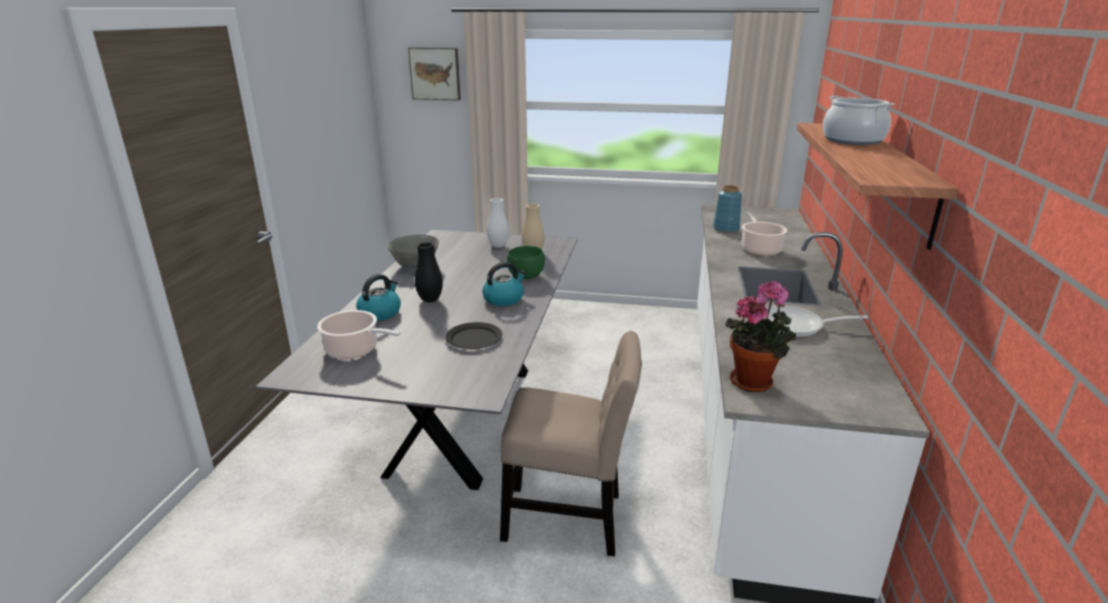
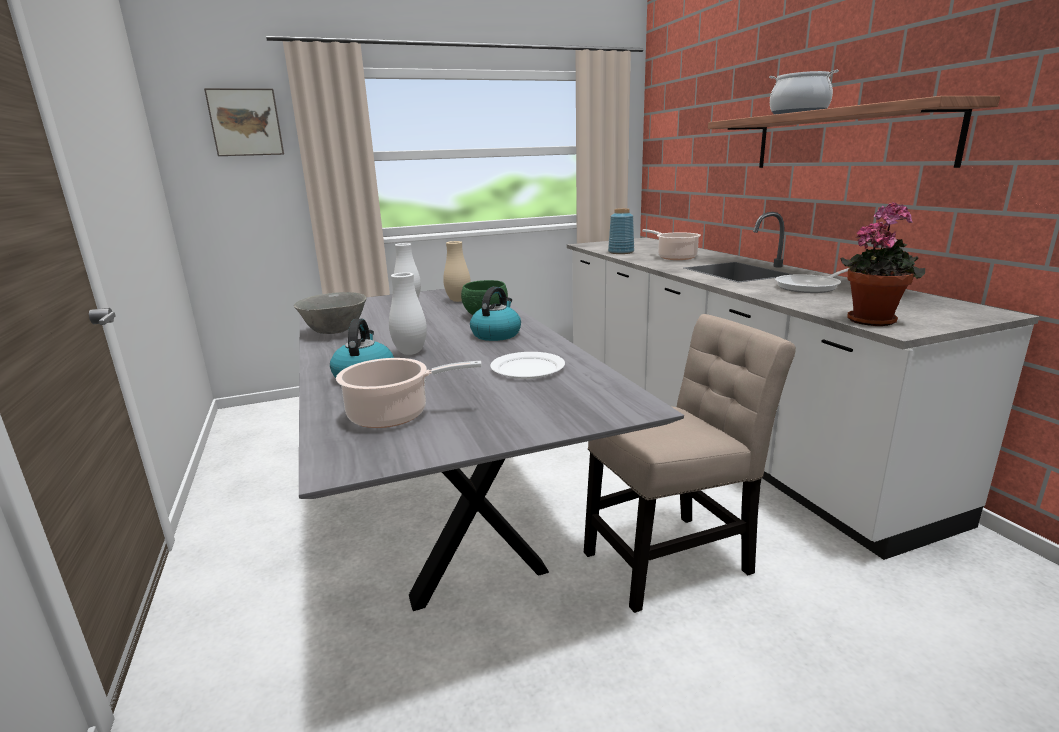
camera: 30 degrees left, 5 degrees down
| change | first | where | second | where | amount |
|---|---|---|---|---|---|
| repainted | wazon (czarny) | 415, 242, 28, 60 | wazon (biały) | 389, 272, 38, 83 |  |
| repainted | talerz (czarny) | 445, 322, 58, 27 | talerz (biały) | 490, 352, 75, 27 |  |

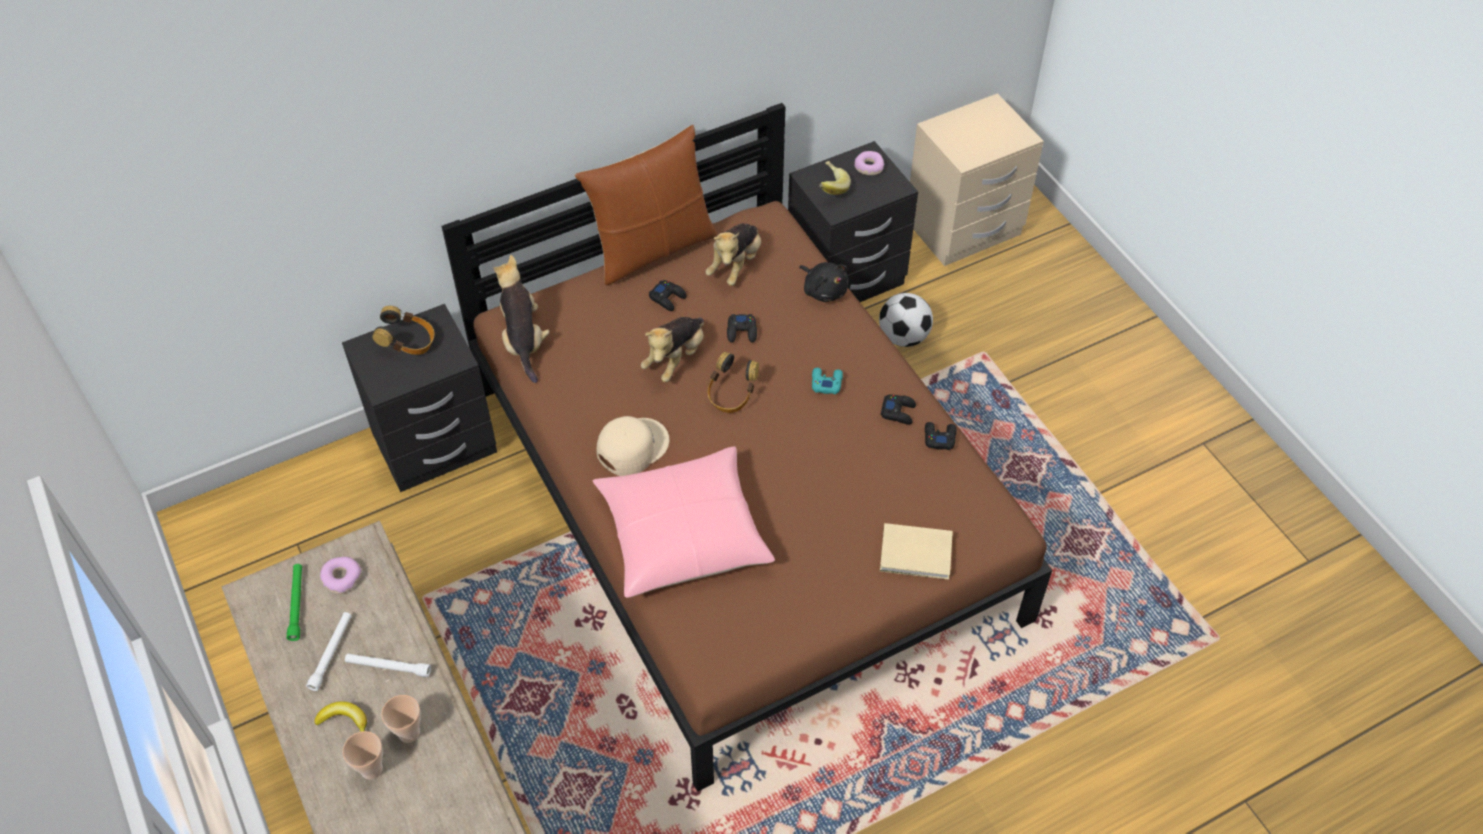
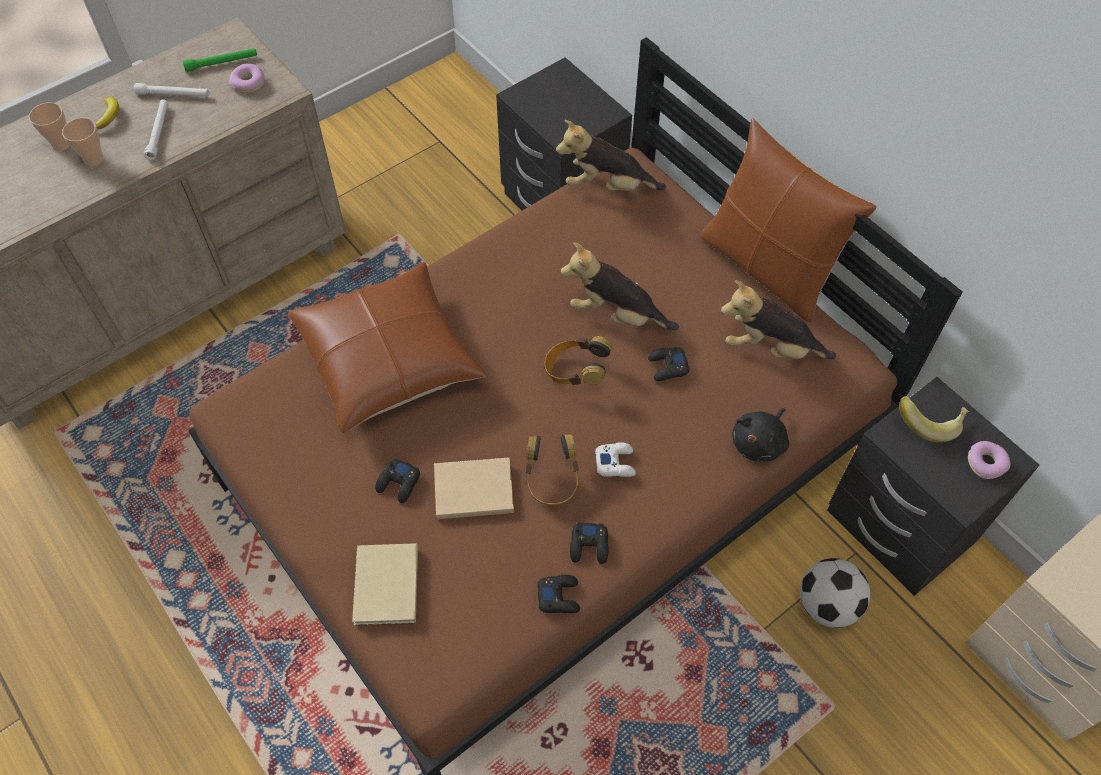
camera: 80 degrees right, 5 degrees up
| change | first | where | second | where | amount |
|---|---|---|---|---|---|
| repainted | poduszka (różowy) | 592, 446, 183, 152 | poduszka (brązowy) | 288, 262, 198, 171 |  |
| shifted | pad do gier (czarny) | 649, 280, 37, 31 |  | 375, 458, 45, 45 |  |
| new |  |  | książka (beżowy) | 434, 457, 80, 62 |  |
| shifted | słuchawki | 372, 306, 63, 49 |  | 526, 434, 53, 71 |  |
| rotated | pluszak | 493, 255, 57, 128 |  | 556, 120, 110, 71 | 150 degrees counterclockwise |
| repainted | pad do gier (turkusowy) | 812, 368, 31, 26 | pad do gier (biały) | 595, 443, 41, 34 |  |
| gone | czapka z daszkiem (beżowy) | 596, 416, 73, 60 |  |  |  |

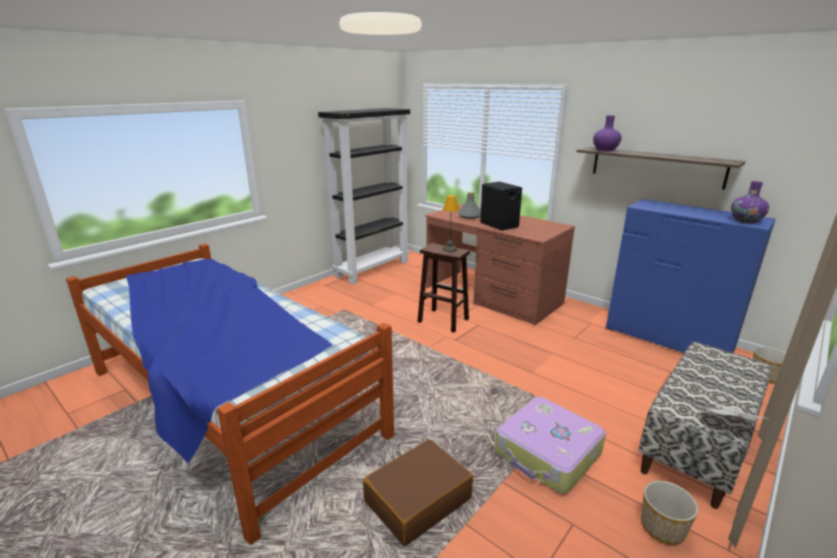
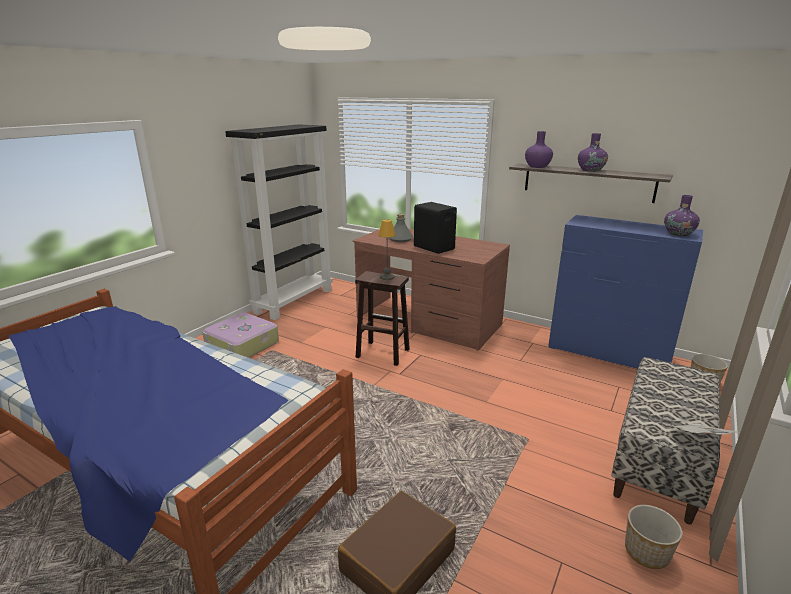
camera: 10 degrees left, 0 degrees up
| change | first | where | second | where | amount |
|---|---|---|---|---|---|
| shifted | walizka | 495, 397, 111, 97 |  | 202, 313, 77, 45 |  |
| new |  |  | wazon (fioletowy) | 578, 133, 30, 39 |  |

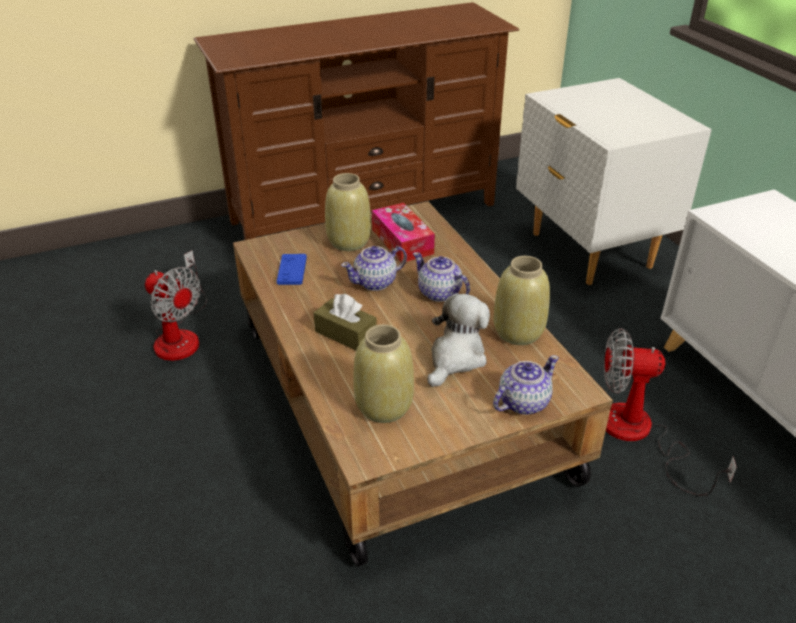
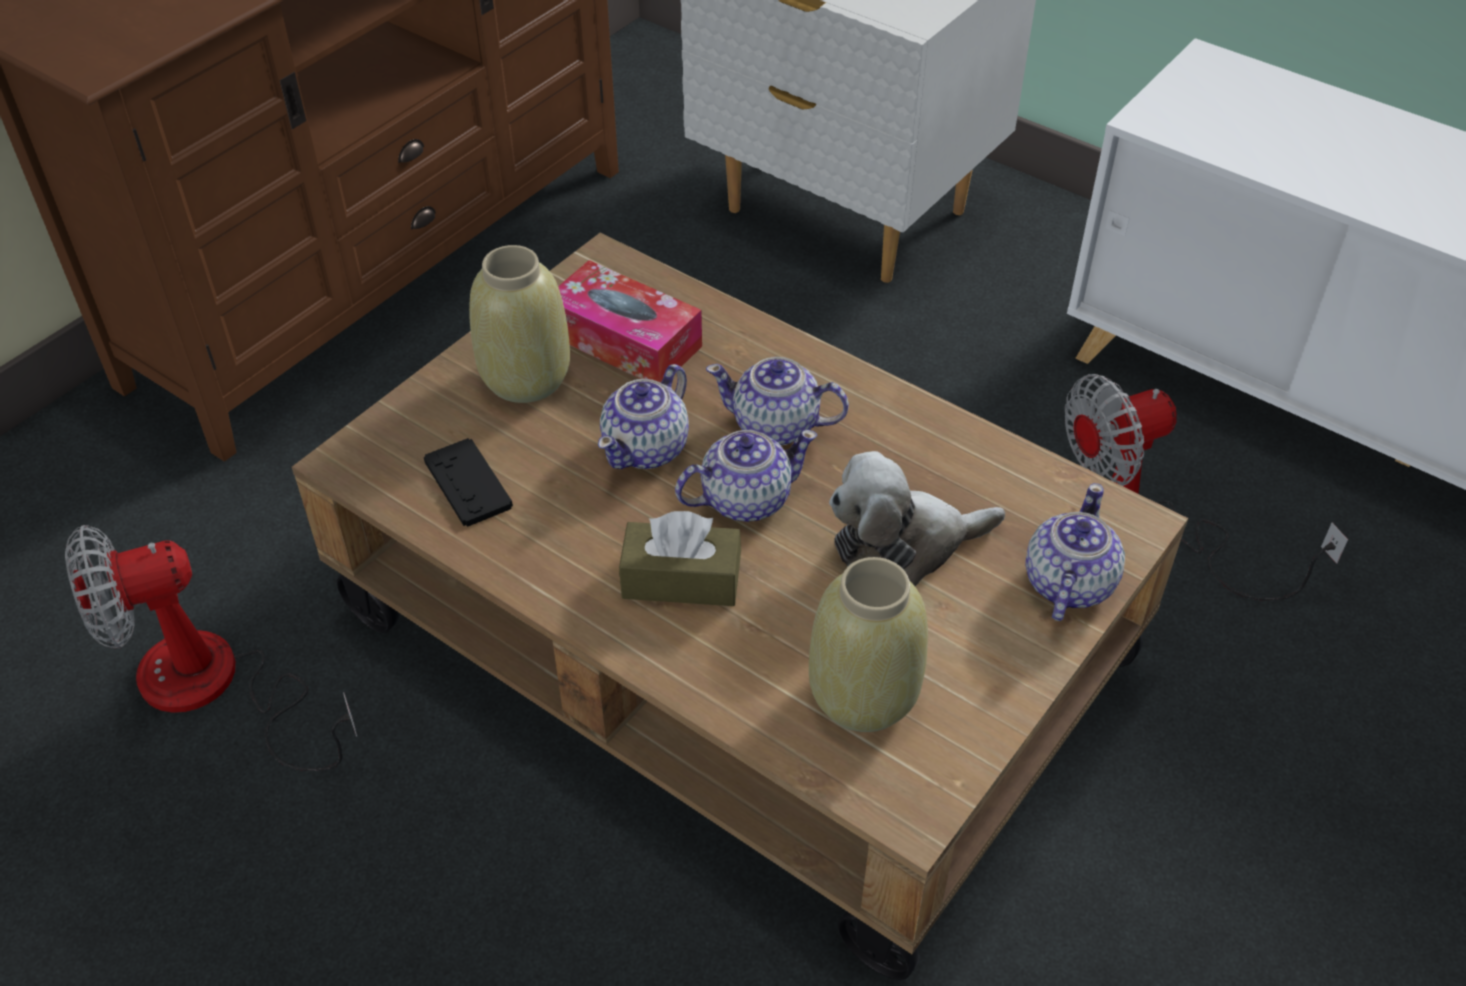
camera: 30 degrees left, 10 degrees up
| change | first | where | second | where | amount |
|---|---|---|---|---|---|
| rotated | wentylator | 145, 251, 62, 110 |  | 65, 525, 292, 246 | 150 degrees clockwise |
| repainted | pad do gier (niebieski) | 277, 254, 30, 31 | pad do gier (czarny) | 424, 438, 89, 89 |  |
| new |  |  | imbryk | 675, 430, 142, 92 |  |
| rotated | pluszak | 428, 293, 62, 94 |  | 829, 451, 176, 135 | 105 degrees counterclockwise |
| gone | wazon (beżowy) | 494, 256, 56, 89 |  |  |  |

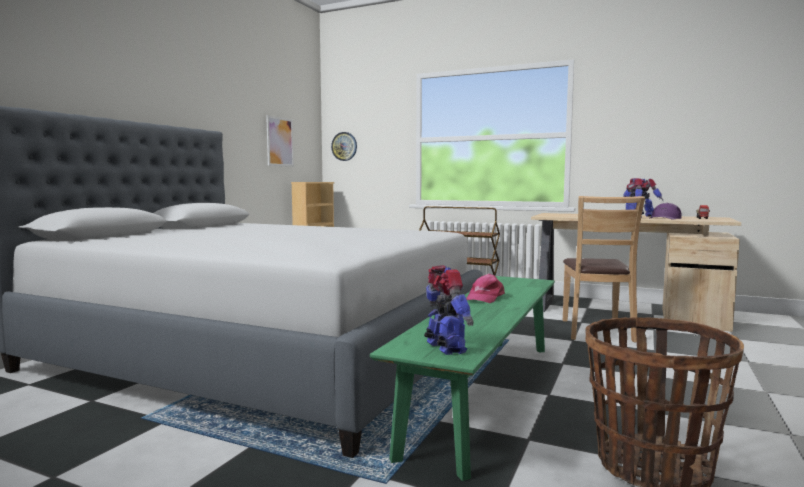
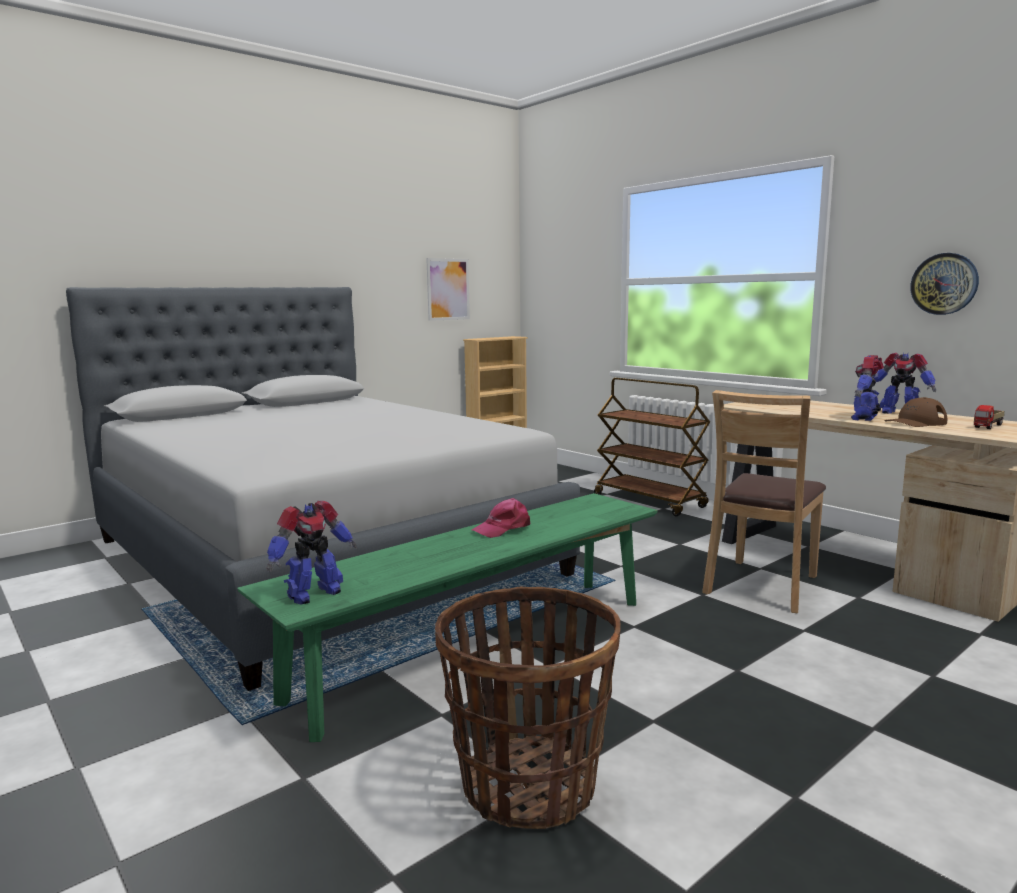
camera: 25 degrees right, 5 degrees up
| change | first | where | second | where | amount |
|---|---|---|---|---|---|
| rotated | robot zabawkowy | 424, 266, 50, 89 |  | 267, 501, 90, 104 | 45 degrees clockwise |
| repainted | czapka z daszkiem (fioletowy) | 650, 203, 32, 17 | czapka z daszkiem (brązowy) | 884, 397, 63, 30 |  |
| shifted | zegar ścienny | 331, 132, 26, 29 |  | 910, 253, 69, 62 |  |

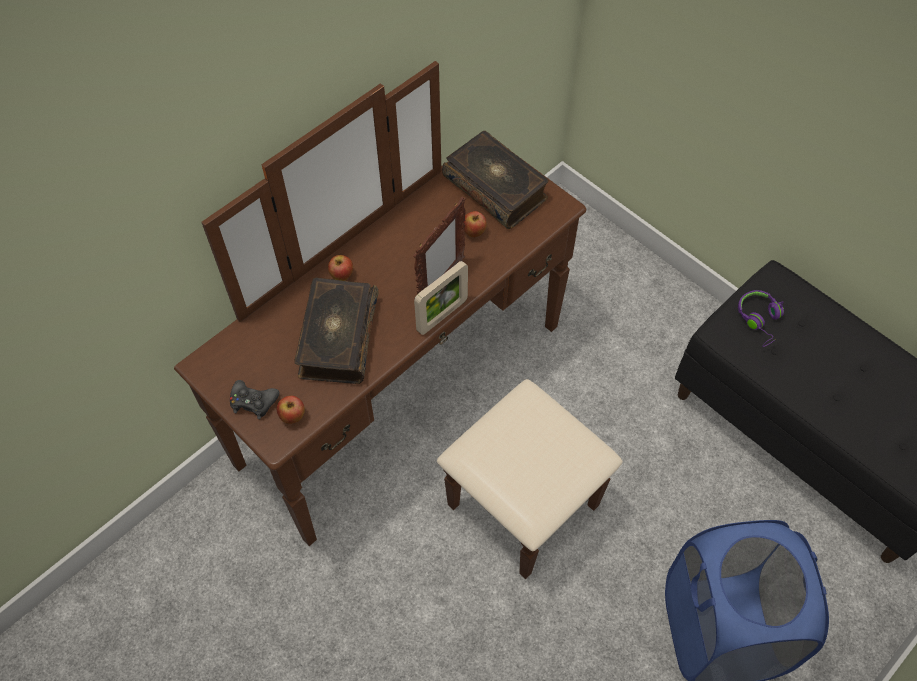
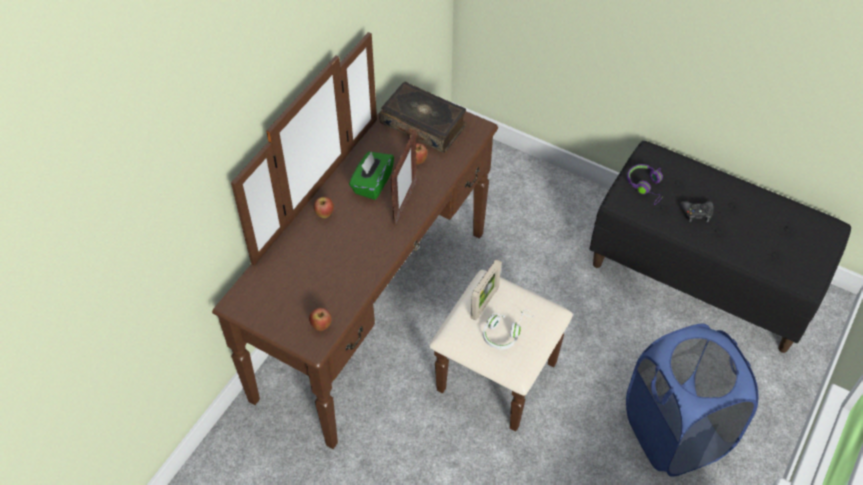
camera: 15 degrees left, 5 degrees down
| change | first | where | second | where | amount |
|---|---|---|---|---|---|
| new |  |  | pudełko chusteczek (zielony) | 349, 152, 45, 48 |  |
| shifted | ramka na zdjęcie | 414, 261, 54, 74 |  | 471, 259, 30, 62 |  |
| new |  |  | słuchawki (biały) | 483, 310, 51, 40 |  |
| shifted | pad do gier (czarny) | 230, 380, 50, 39 |  | 680, 201, 34, 21 |  |
| gone | książka | 294, 277, 85, 107 |  |  |  |

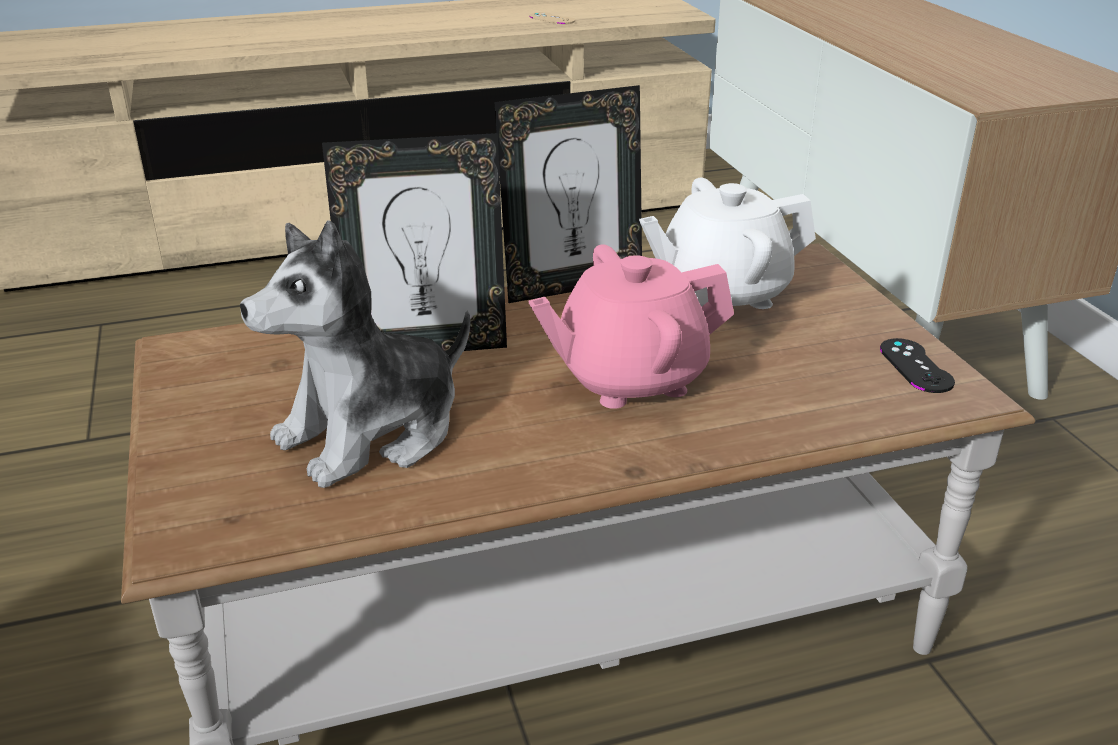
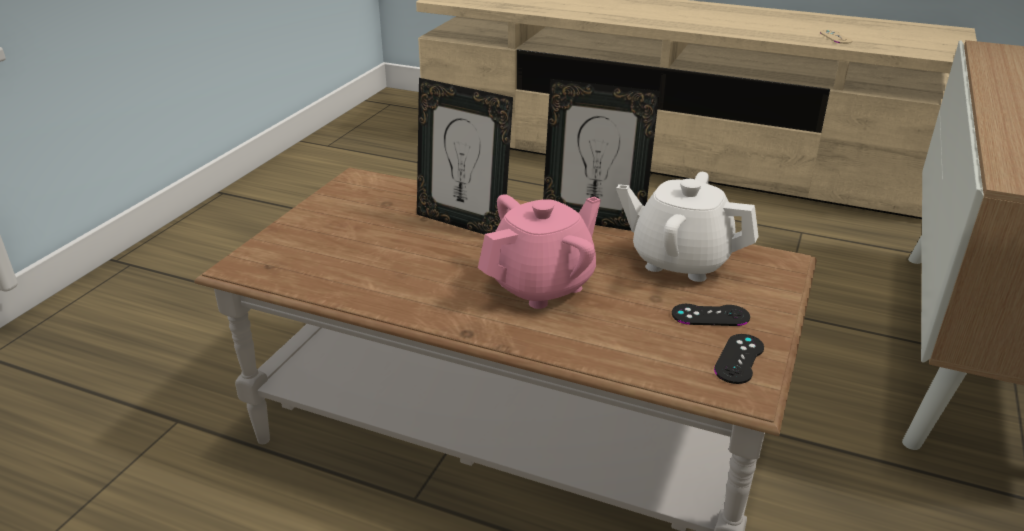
camera: 40 degrees right, 0 degrees up
| change | first | where | second | where | amount |
|---|---|---|---|---|---|
| rotated | imbryk (różowy) | 529, 244, 205, 165 |  | 478, 194, 123, 115 | 120 degrees clockwise |
| new |  |  | pad do gier (czarny) | 672, 304, 78, 22 |  |
| gone | pluszak | 240, 220, 230, 268 |  |  |  |

